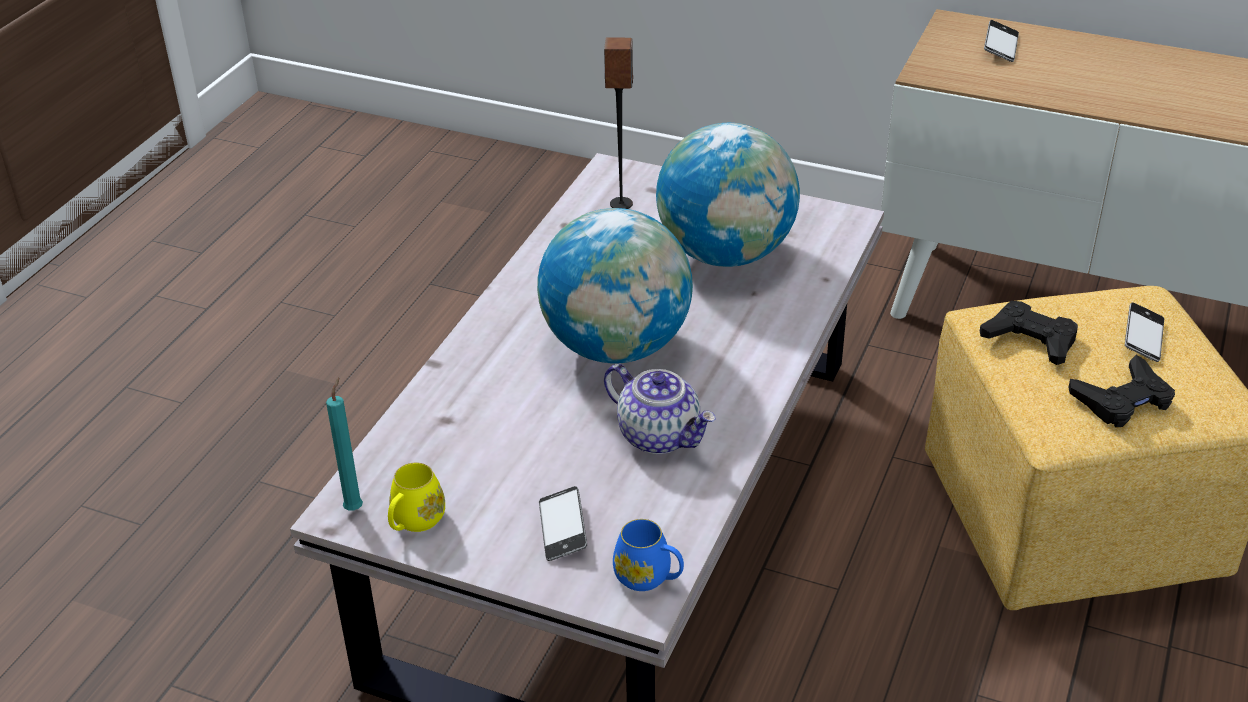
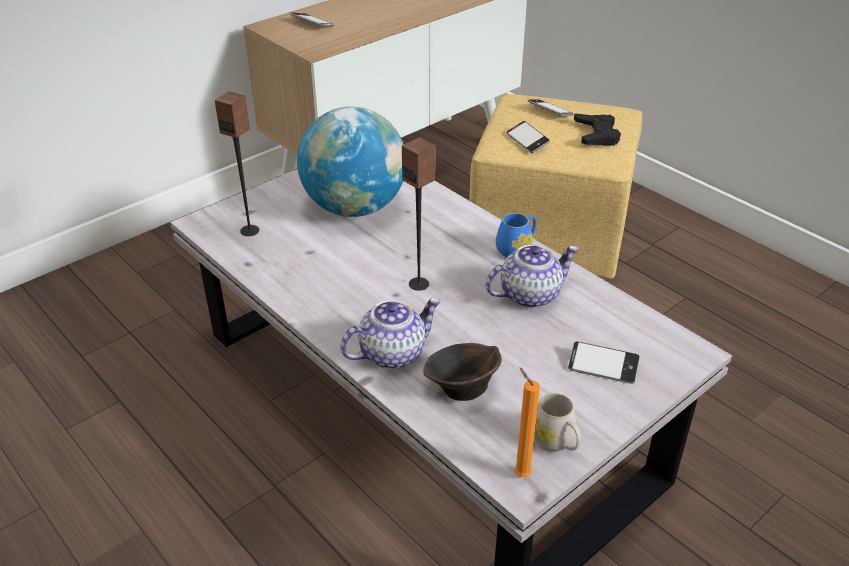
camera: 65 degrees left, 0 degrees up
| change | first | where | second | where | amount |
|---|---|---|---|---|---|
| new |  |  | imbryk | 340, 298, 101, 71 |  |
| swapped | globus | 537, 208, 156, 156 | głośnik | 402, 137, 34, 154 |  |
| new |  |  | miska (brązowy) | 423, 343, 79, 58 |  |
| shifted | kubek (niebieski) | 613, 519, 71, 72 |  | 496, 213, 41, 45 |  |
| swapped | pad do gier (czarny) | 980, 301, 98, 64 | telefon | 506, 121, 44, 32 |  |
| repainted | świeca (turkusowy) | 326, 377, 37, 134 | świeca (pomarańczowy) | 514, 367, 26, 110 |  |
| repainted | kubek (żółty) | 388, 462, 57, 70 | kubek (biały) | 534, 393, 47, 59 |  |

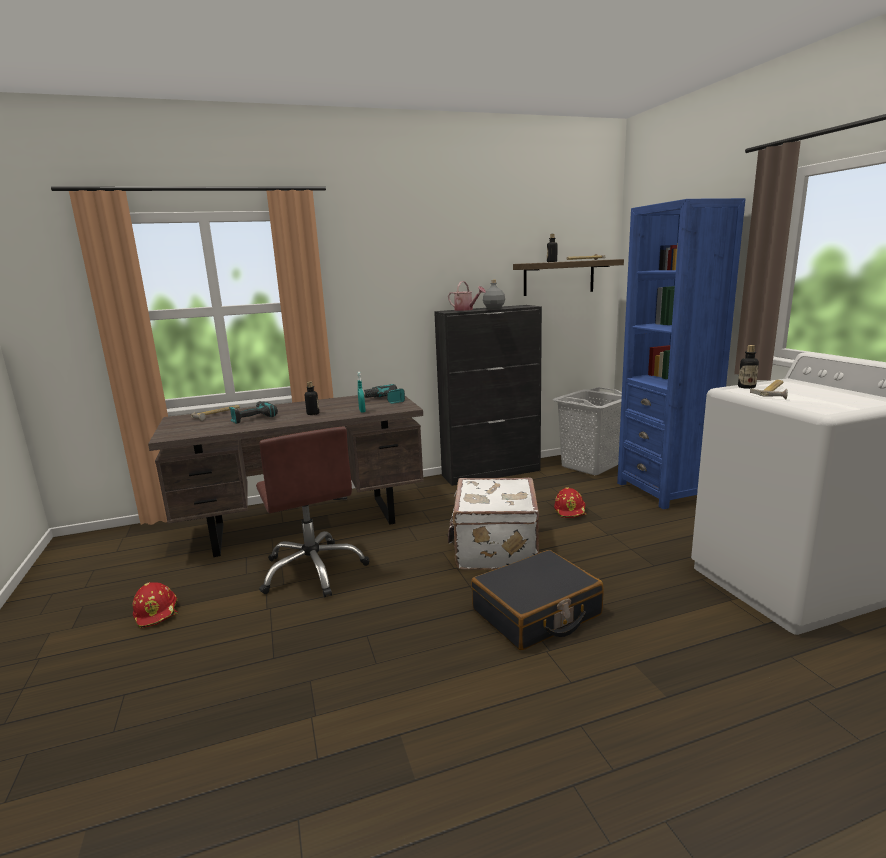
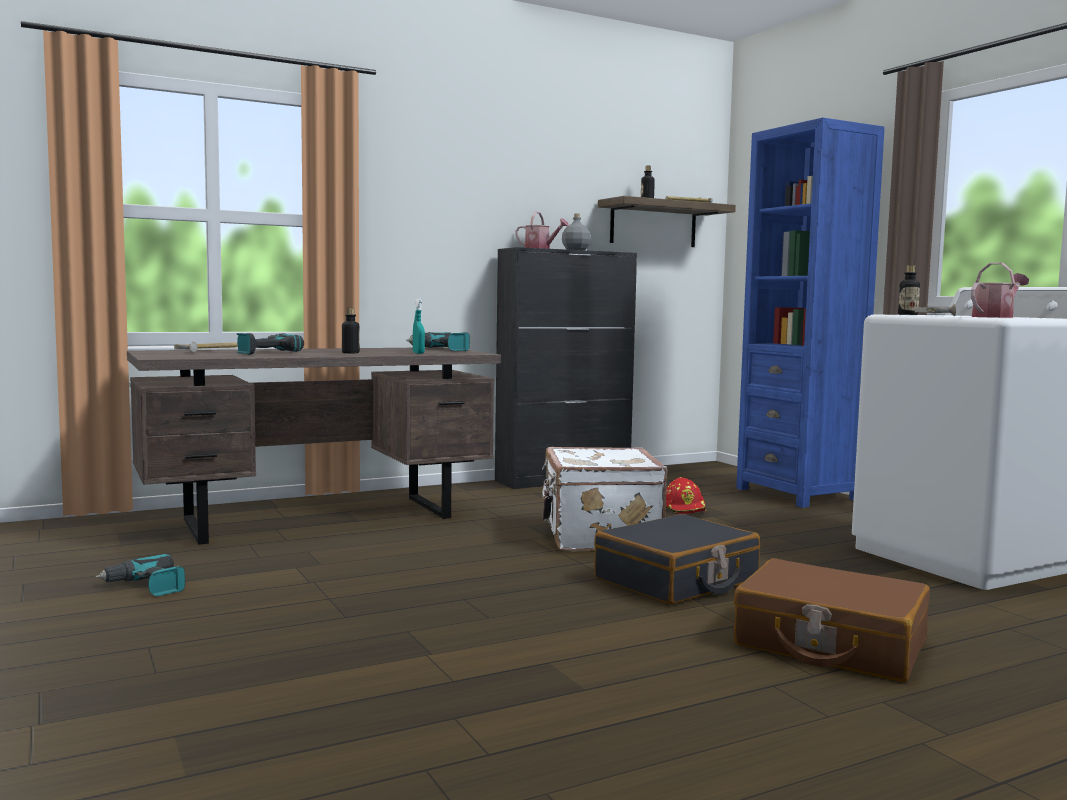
camera: 10 degrees left, 10 degrees down
| change | first | where | second | where | amount |
|---|---|---|---|---|---|
| swapped | kask (czerwony) | 133, 582, 45, 46 | wiertarka | 95, 554, 90, 42 |  |
| new |  |  | walizka (brązowy) | 734, 558, 196, 124 |  |
| new |  |  | konewka | 971, 263, 58, 55 |  |
| gone | krzesło biurowe (brązowy) | 256, 427, 113, 171 |  |  |  |
| gone | kosz na pranie (szary) | 553, 387, 69, 88 |  |  |  |

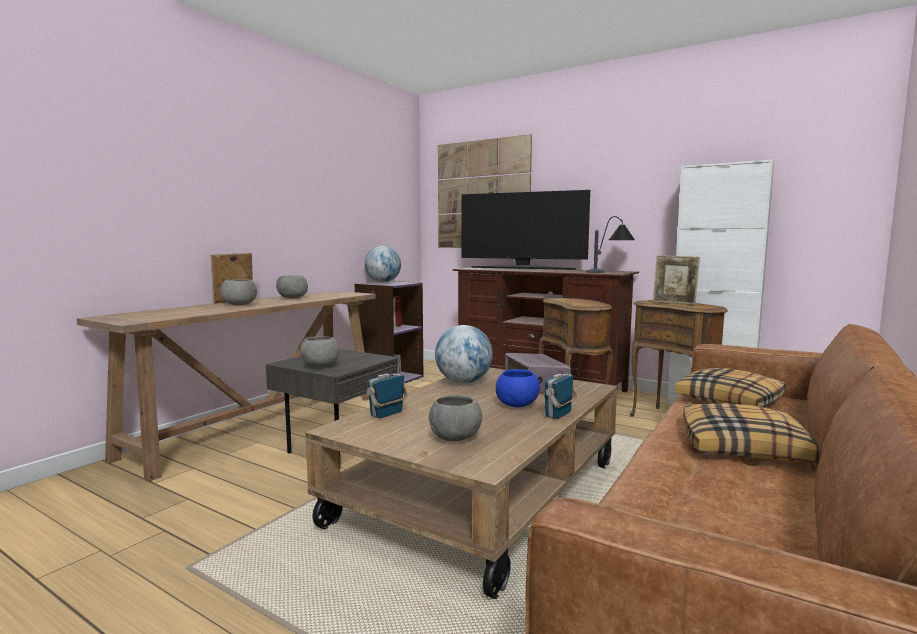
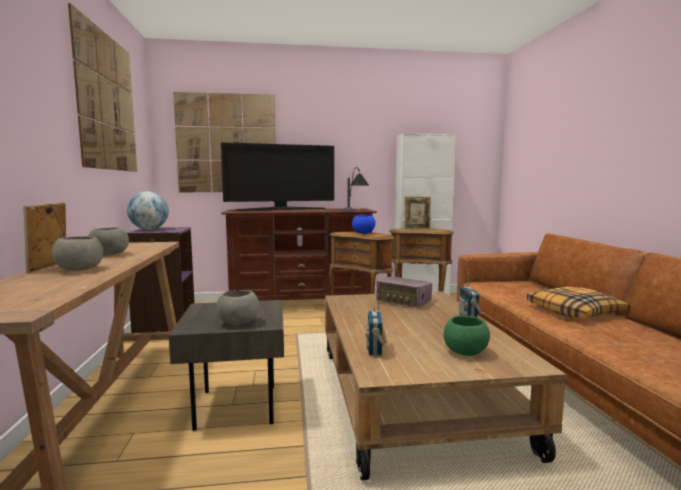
camera: 40 degrees left, 0 degrees up
| change | first | where | second | where | amount |
|---|---|---|---|---|---|
| new |  |  | obraz | 68, 3, 69, 169 |  |
| shifted | miska (niebieski) | 496, 369, 44, 39 |  | 352, 215, 24, 19 |  |
| repainted | miska (szary) | 429, 394, 53, 47 | miska (zielony) | 444, 315, 46, 41 |  |
| gone | globus | 435, 325, 58, 58 |  |  |  |
| gone | poduszka | 675, 368, 111, 40 |  |  |  |

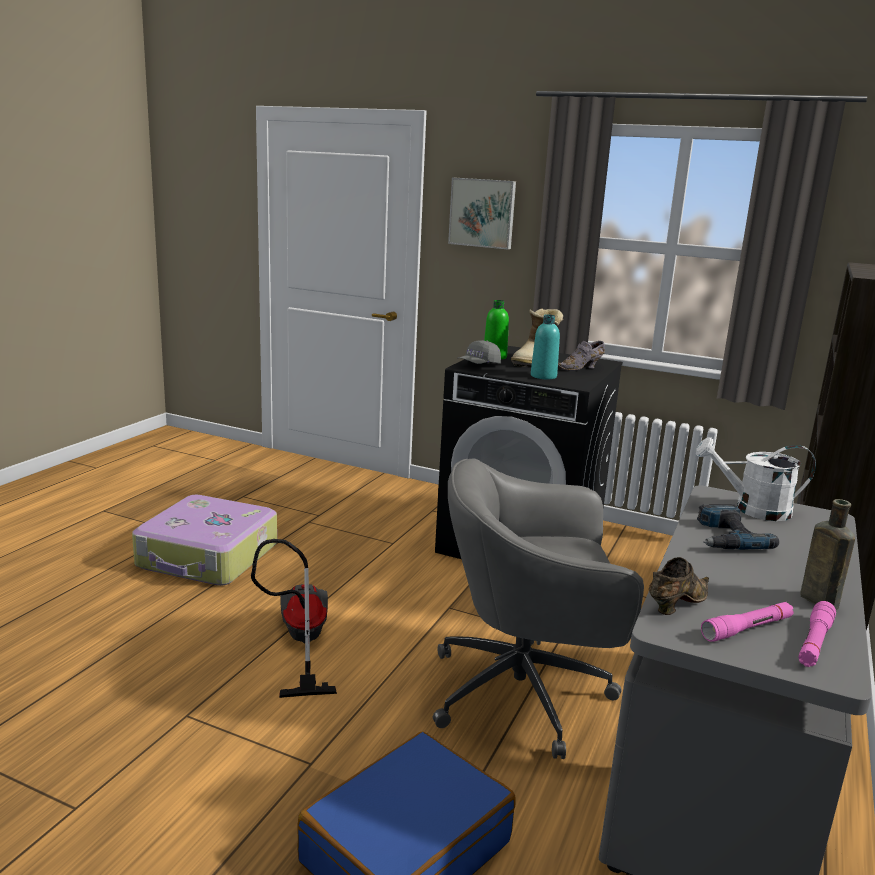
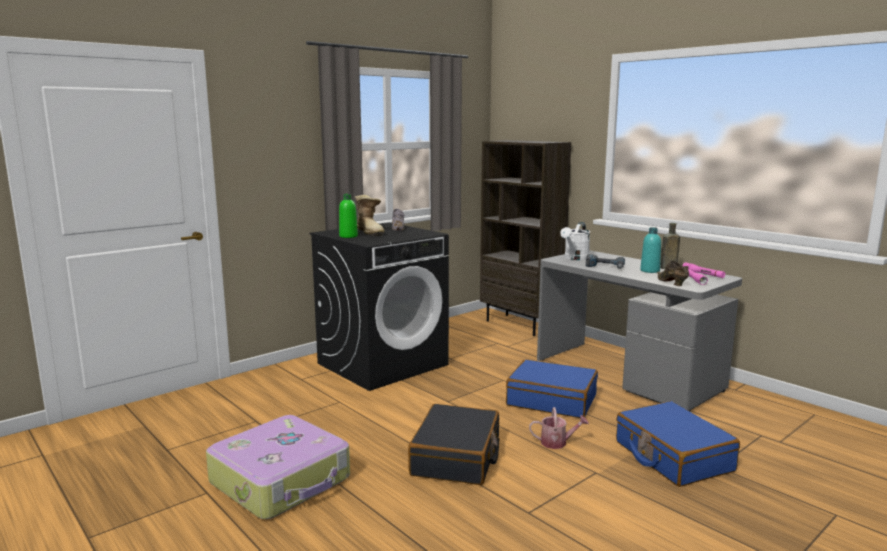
camera: 65 degrees left, 5 degrees down
| change | first | where | second | where | amount |
|---|---|---|---|---|---|
| swapped | odkurzacz | 251, 539, 86, 159 | walizka (czarny) | 408, 404, 92, 81 |  |
| swapped | krzesło biurowe (szary) | 433, 459, 211, 300 | walizka (niebieski) | 506, 359, 92, 59 |  |
| new |  |  | konewka | 529, 407, 60, 42 |  |
| shifted | butelka (turkusowy) | 531, 314, 29, 65 |  | 640, 227, 21, 46 |  |
| gone | obraz | 448, 178, 68, 71 |  |  |  |
| gone | czapka z daszkiem (szary) | 457, 340, 44, 24 |  |  |  |

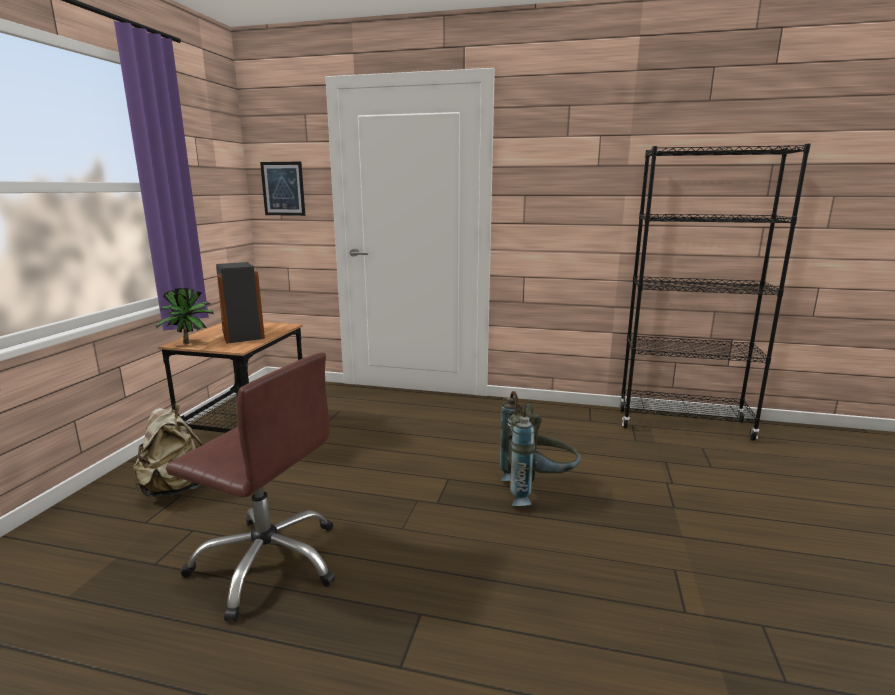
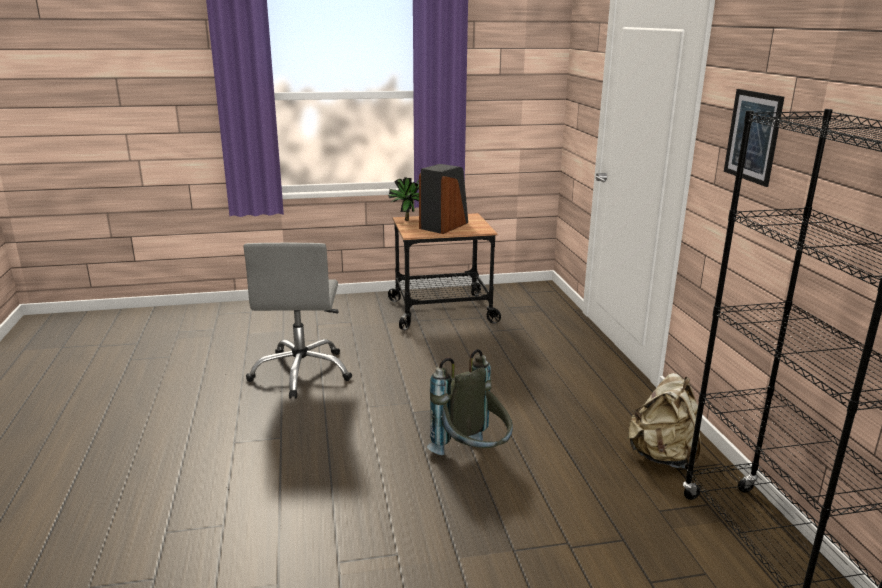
camera: 65 degrees right, 5 degrees up
| change | first | where | second | where | amount |
|---|---|---|---|---|---|
| repainted | krzesło biurowe (brązowy) | 166, 352, 169, 270 | krzesło biurowe (szary) | 243, 243, 109, 156 |  |
| shifted | plecak (beżowy) | 133, 404, 70, 93 |  | 627, 373, 74, 97 |  |
| shifted | obraz | 260, 162, 45, 54 |  | 724, 89, 60, 98 |  |

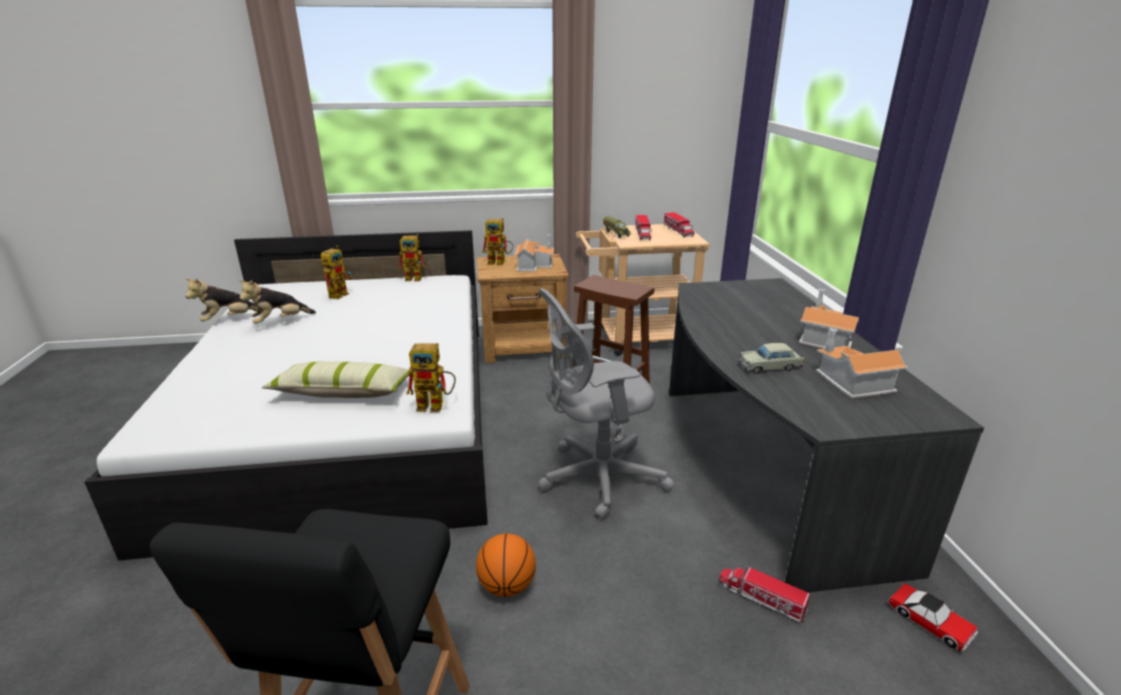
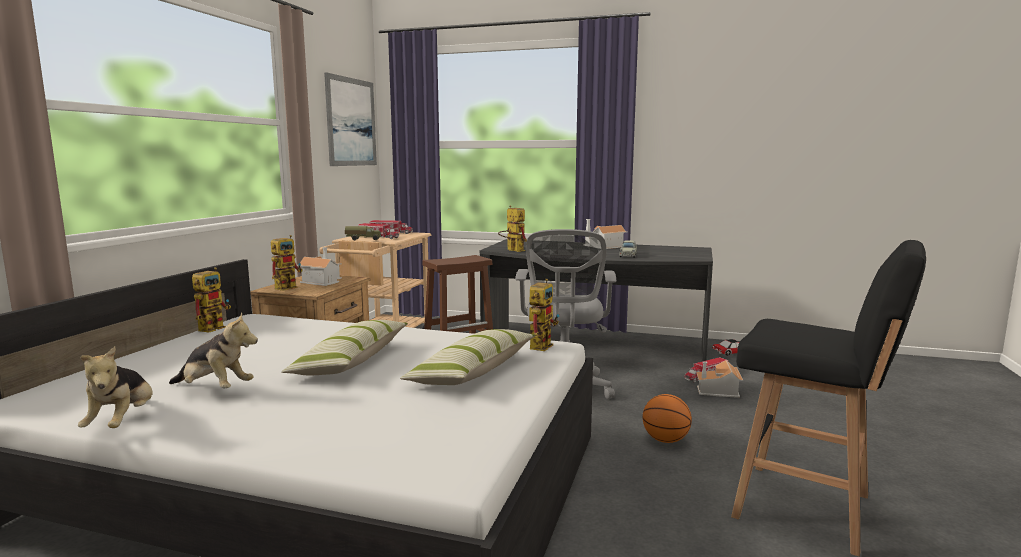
camera: 65 degrees left, 15 degrees down
| change | first | where | second | where | amount |
|---|---|---|---|---|---|
| rotated | pluszak | 239, 280, 77, 44 |  | 169, 312, 89, 76 | 60 degrees counterclockwise |
| new |  |  | poduszka | 281, 320, 127, 56 |  |
| new |  |  | obraz | 324, 72, 53, 94 |  |
| shifted | robot zabawkowy | 321, 246, 31, 53 |  | 498, 205, 29, 47 |  |
| shifted | domek | 816, 328, 92, 70 |  | 696, 360, 47, 38 |  |

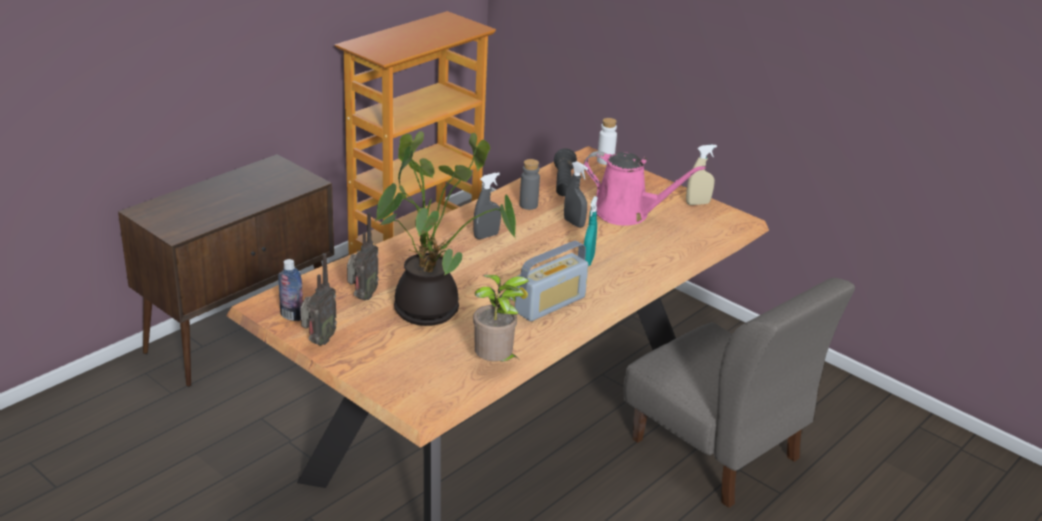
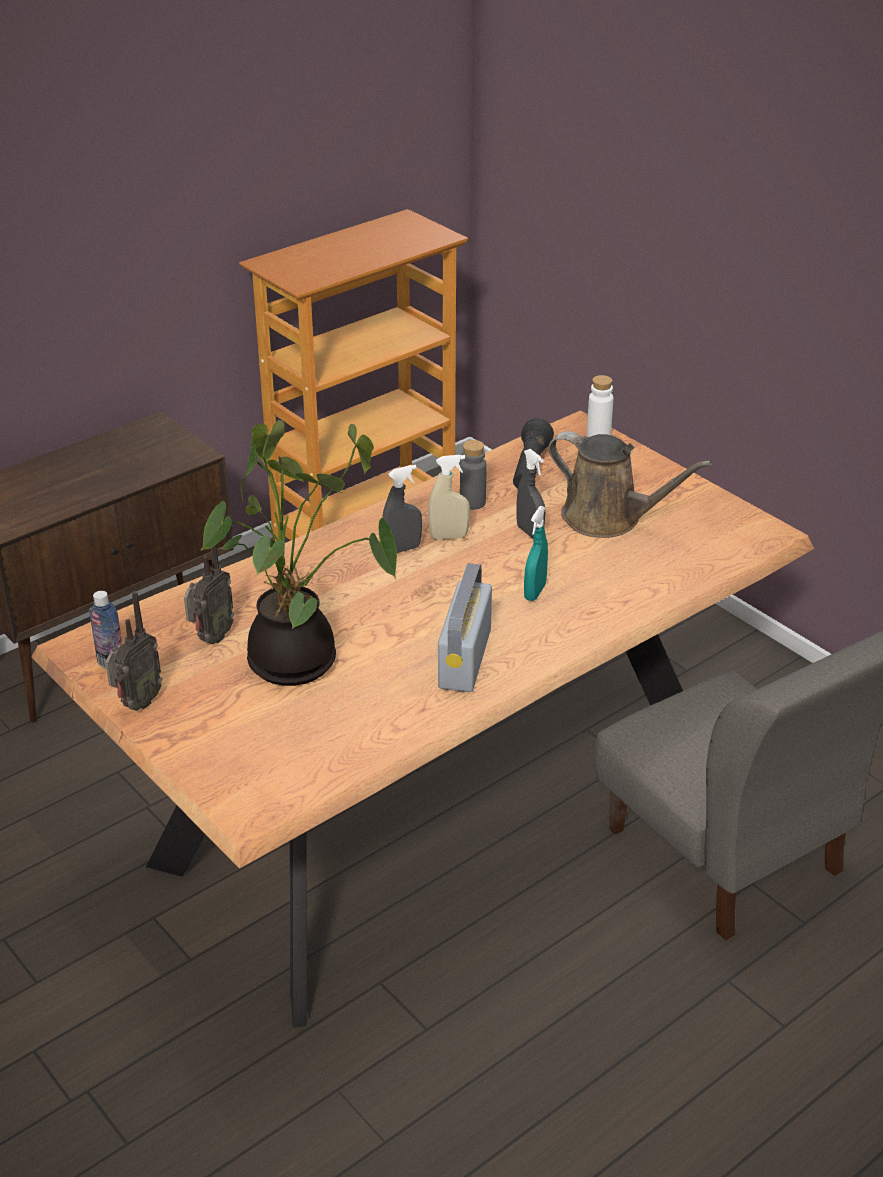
camera: 10 degrees right, 5 degrees up
| change | first | where | second | where | amount |
|---|---|---|---|---|---|
| shifted | spryskiwacz (beżowy) | 686, 144, 31, 61 |  | 428, 455, 42, 85 |  |
| rotated | radio | 515, 241, 73, 80 |  | 438, 563, 54, 129 | 135 degrees clockwise |
| repainted | konewka (różowy) | 584, 151, 122, 75 | konewka (brązowy) | 548, 431, 164, 107 |  |
| gone | roślina doniczkowa | 473, 275, 56, 87 |  |  |  |

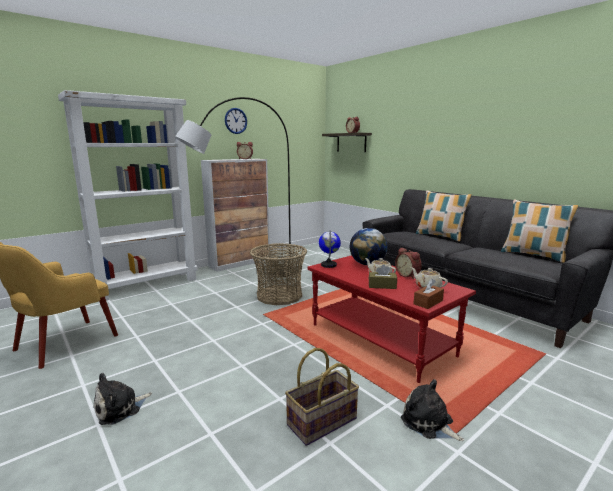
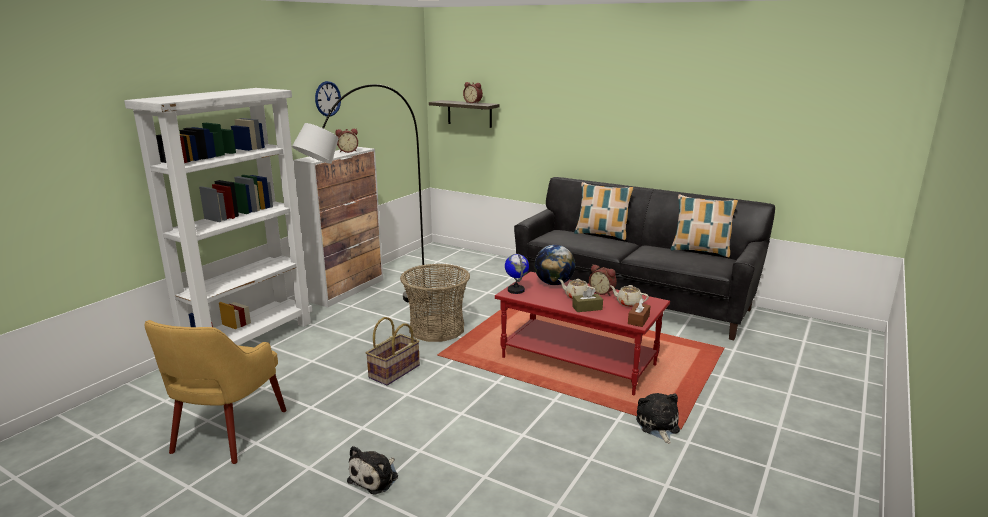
camera: 20 degrees left, 5 degrees up
| change | first | where | second | where | amount |
|---|---|---|---|---|---|
| shifted | koszyk | 285, 348, 74, 98 |  | 366, 317, 54, 69 |  |
| rotated | pluszak | 401, 379, 63, 62 |  | 636, 393, 44, 51 | 60 degrees clockwise |

